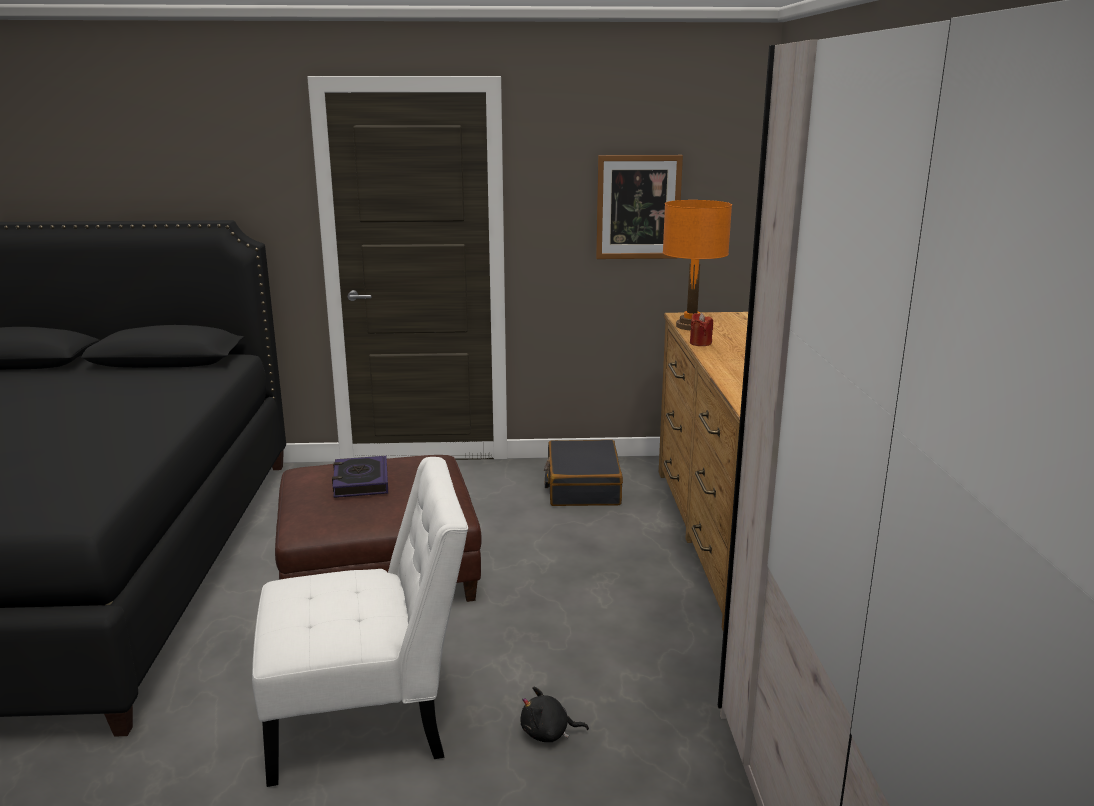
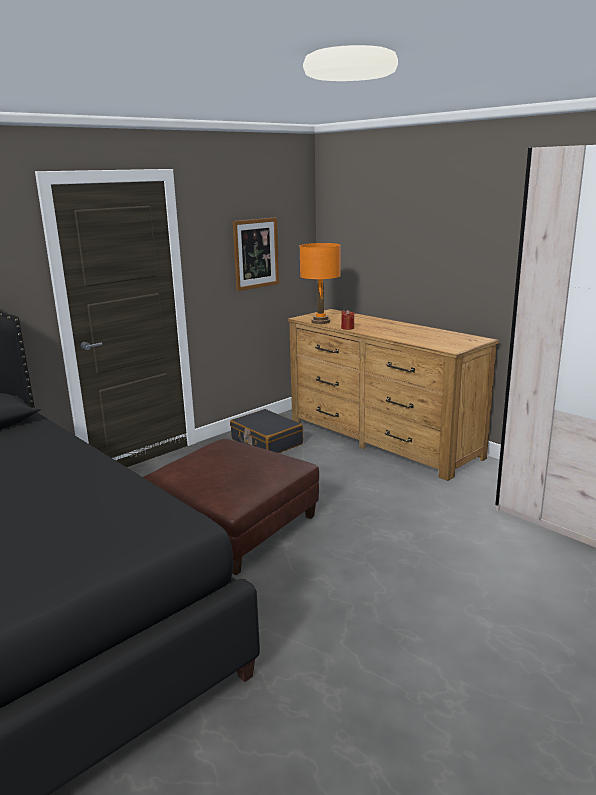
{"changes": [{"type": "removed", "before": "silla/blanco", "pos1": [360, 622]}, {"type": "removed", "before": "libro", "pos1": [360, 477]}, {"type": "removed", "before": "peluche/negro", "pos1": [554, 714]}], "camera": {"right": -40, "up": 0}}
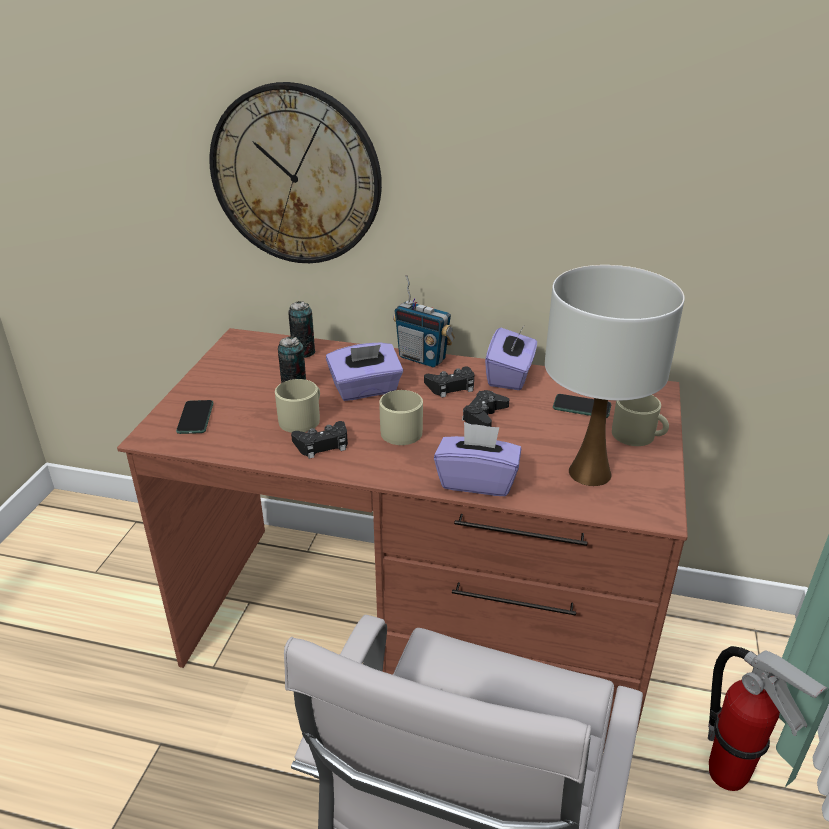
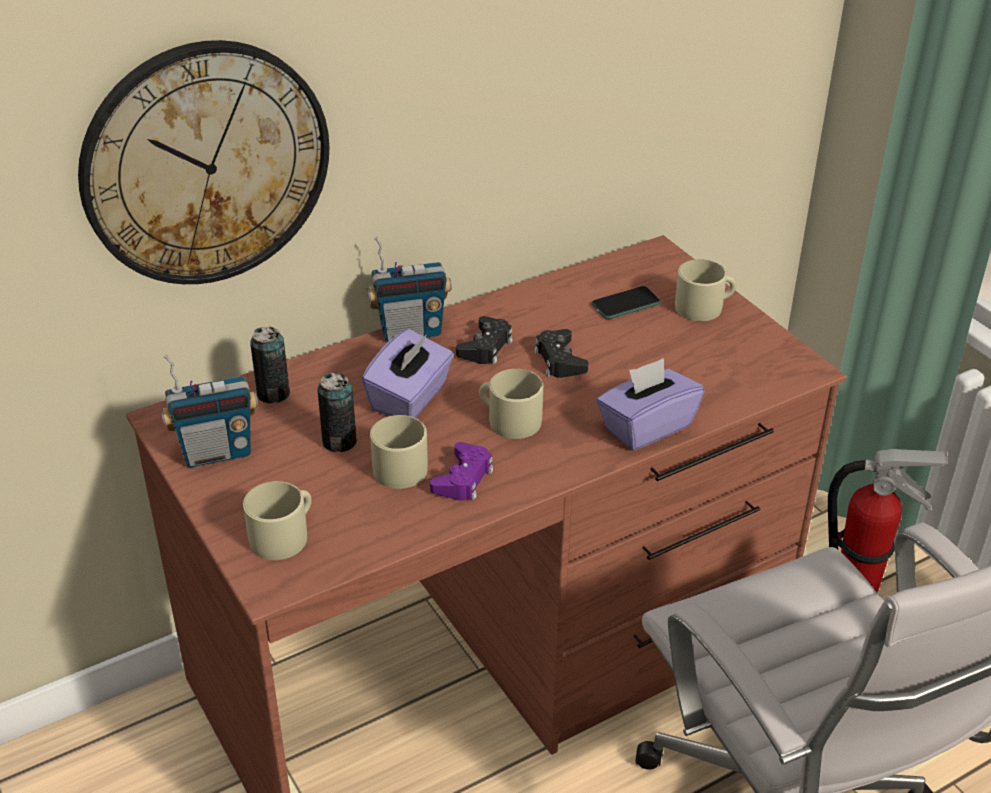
{"changes": [{"type": "removed", "before": "caja de pañuelos/morado", "pos1": [511, 358]}, {"type": "removed", "before": "lámpara de mesa/blanco", "pos1": [615, 375]}, {"type": "added", "after": "radio", "pos2": [209, 410]}, {"type": "replaced", "before": "móvil", "after": "taza grande/beis", "pos1": [194, 417], "pos2": [277, 520]}, {"type": "recoloured", "before": "mando de consola/negro", "after": "mando de consola/morado", "pos1": [319, 440], "pos2": [461, 471]}], "camera": {"right": -45, "up": 5}}
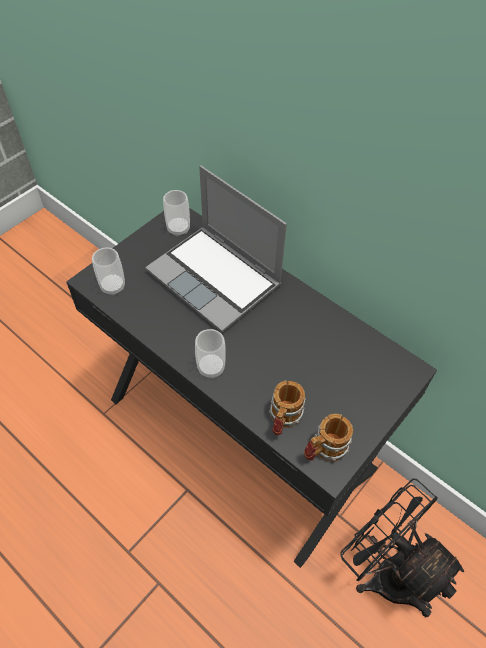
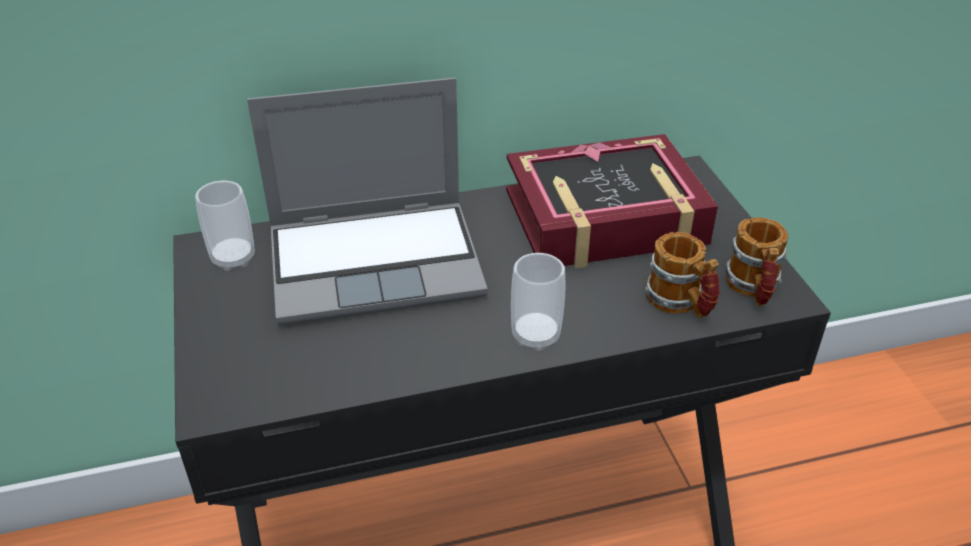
{"changes": [{"type": "removed", "before": "taza", "pos1": [108, 271]}, {"type": "removed", "before": "ventilador/negro", "pos1": [402, 548]}, {"type": "added", "after": "libro", "pos2": [612, 201]}], "camera": {"right": -55, "up": -15}}
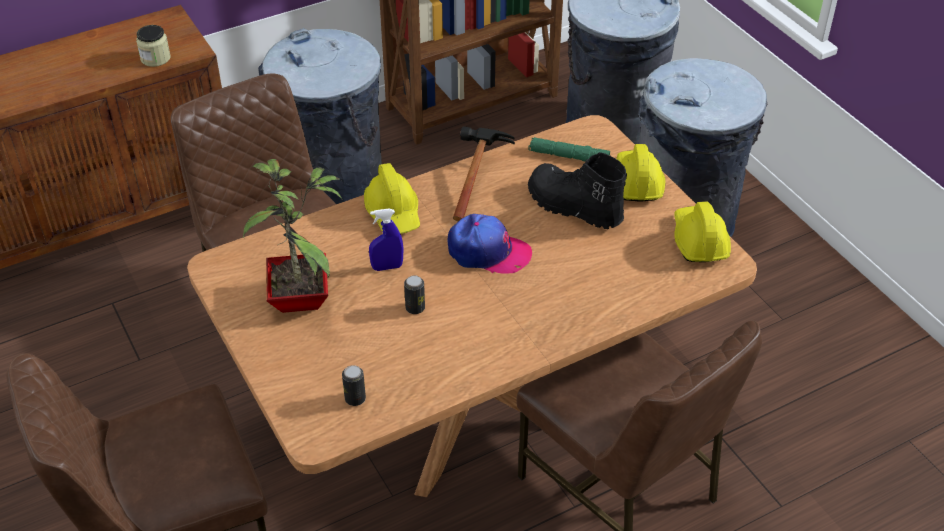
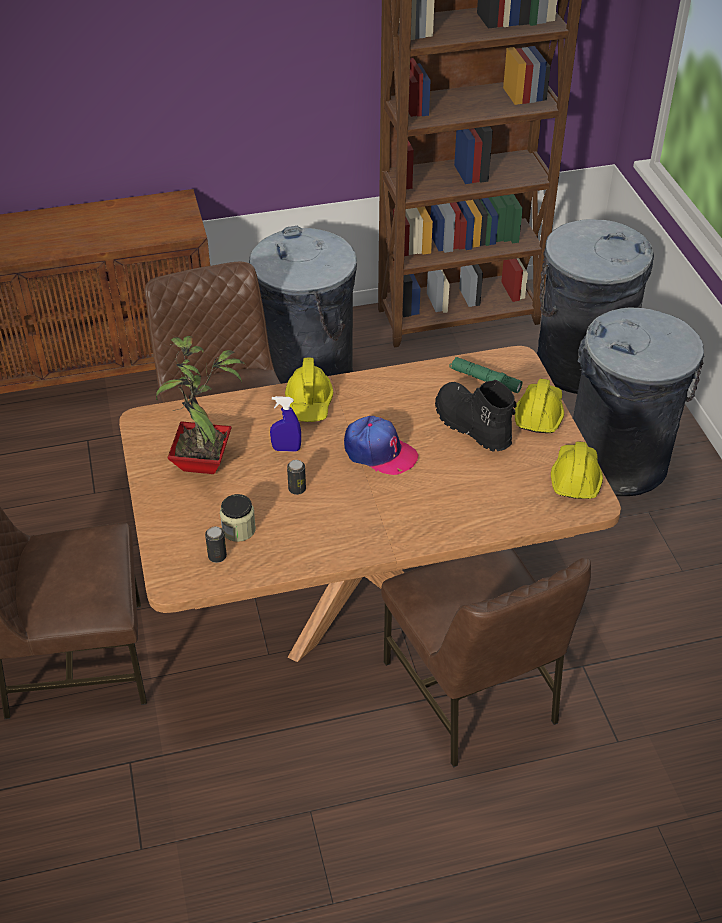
{"changes": [{"type": "removed", "before": "martillo", "pos1": [484, 174]}, {"type": "moved", "before": "tarro", "pos1": [153, 46], "pos2": [238, 518]}], "camera": {"right": 15, "up": 0}}
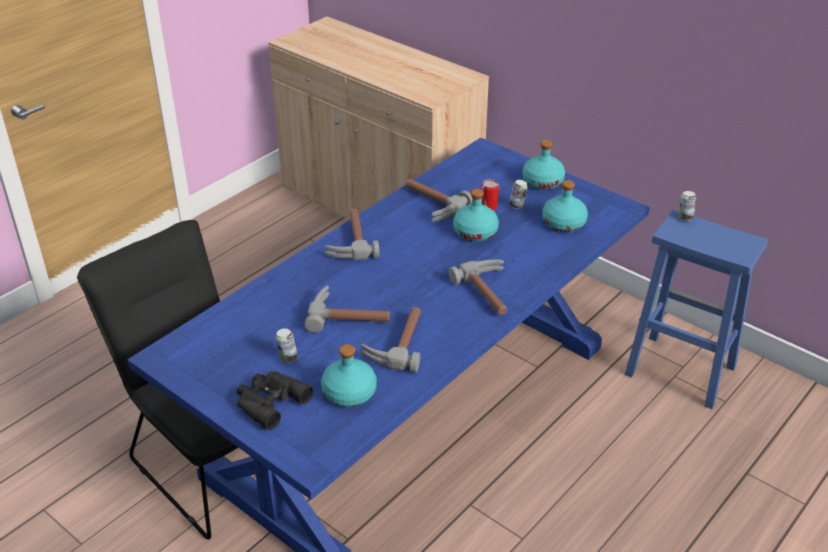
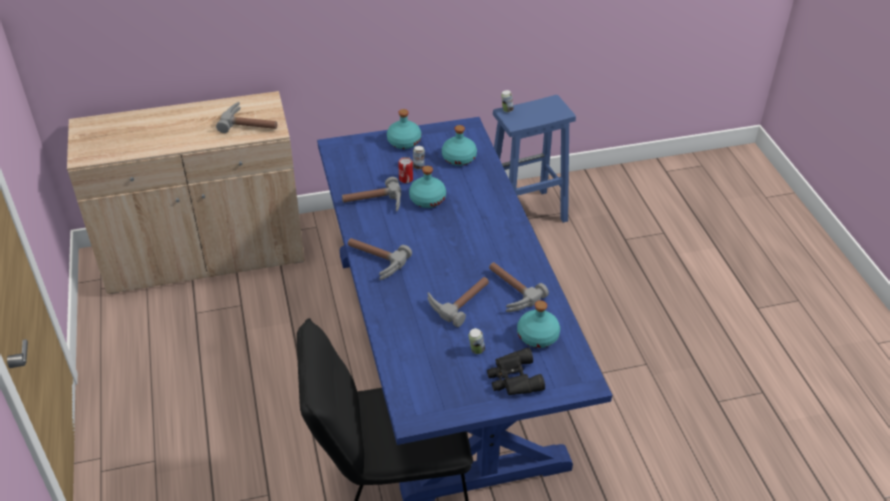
{"changes": [{"type": "moved", "before": "martillo", "pos1": [477, 287], "pos2": [246, 117]}], "camera": {"right": -55, "up": 5}}
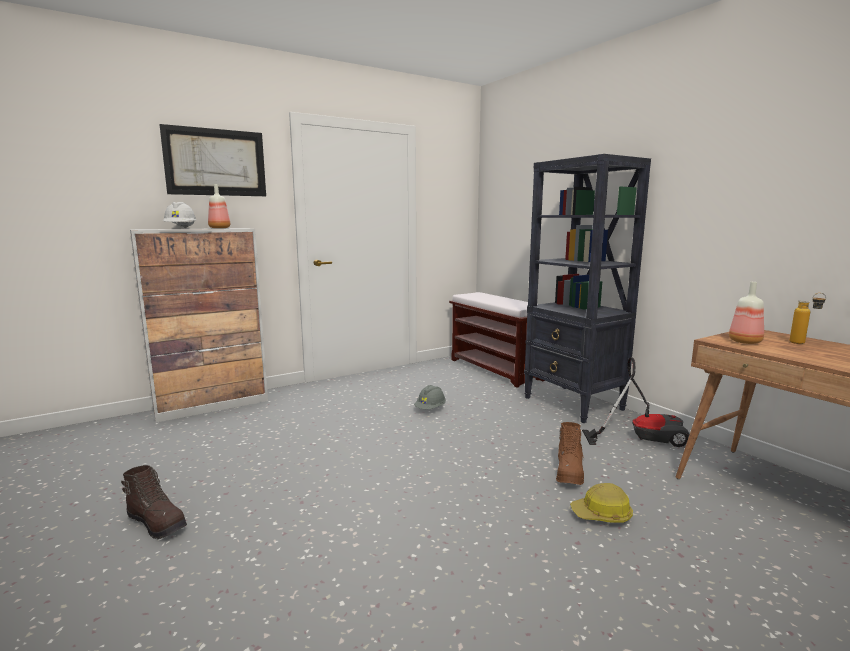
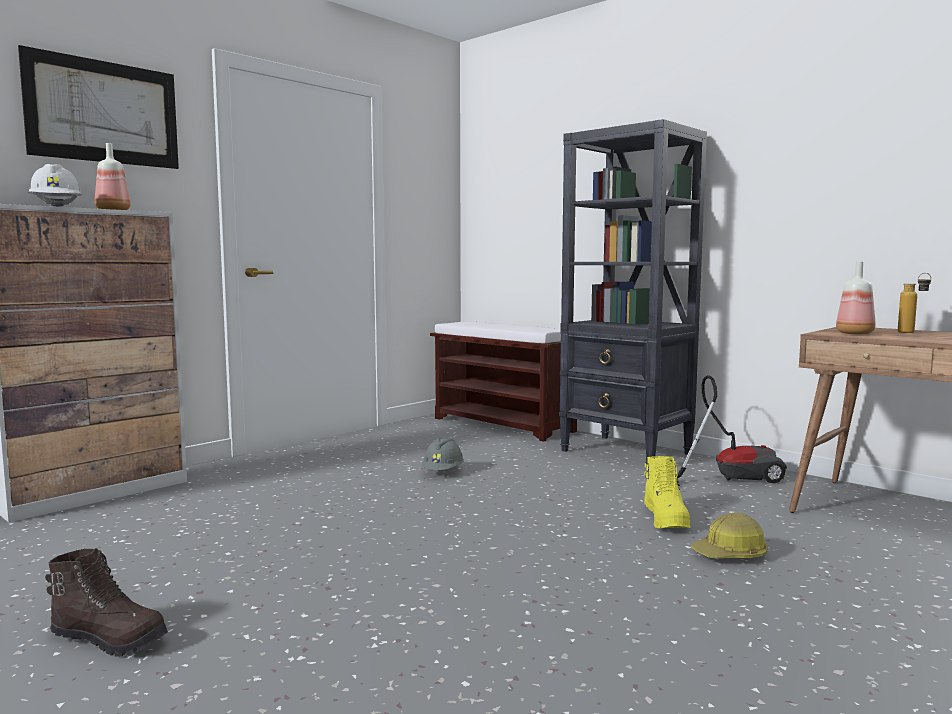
{"changes": [{"type": "recoloured", "before": "bota/marrón", "after": "bota/amarillo", "pos1": [570, 453], "pos2": [667, 492]}], "camera": {"right": -15, "up": -5}}
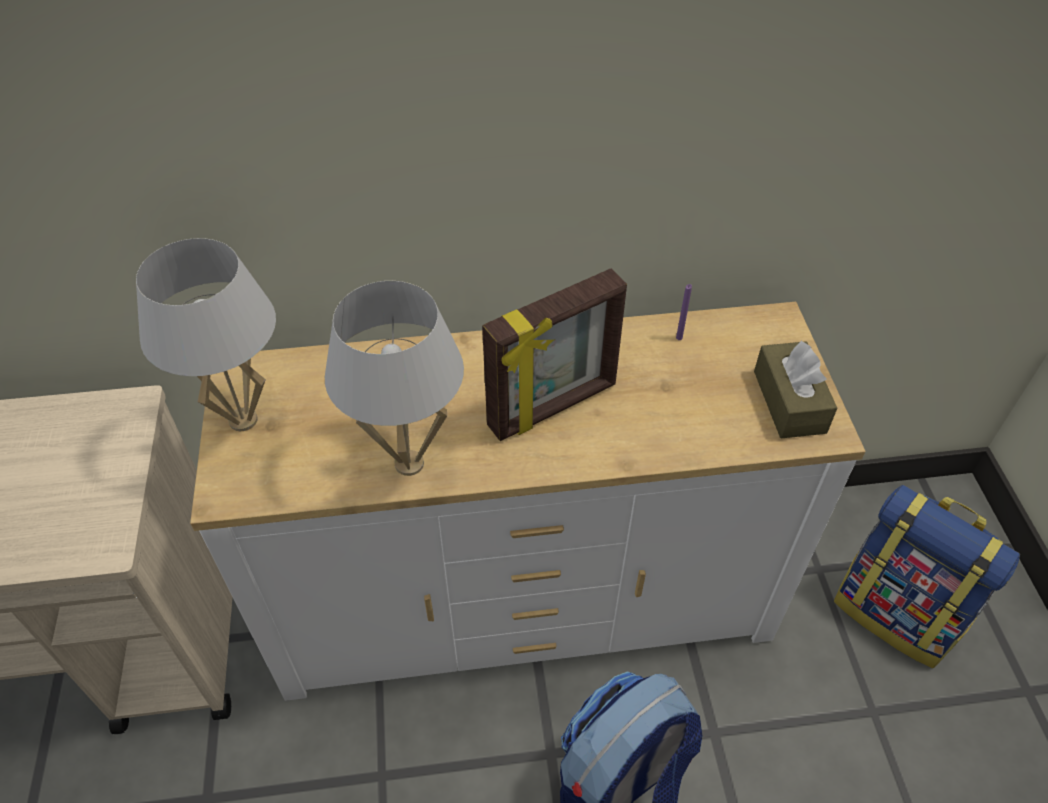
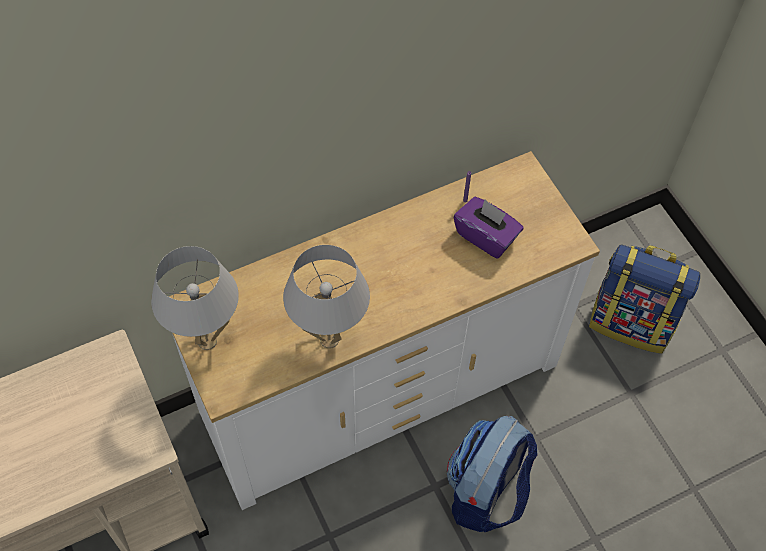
{"changes": [{"type": "removed", "before": "portarretratos", "pos1": [554, 355]}, {"type": "removed", "before": "caja de pañuelos/marrón", "pos1": [795, 389]}, {"type": "added", "after": "caja de pañuelos/morado", "pos2": [488, 228]}], "camera": {"right": -20, "up": 10}}
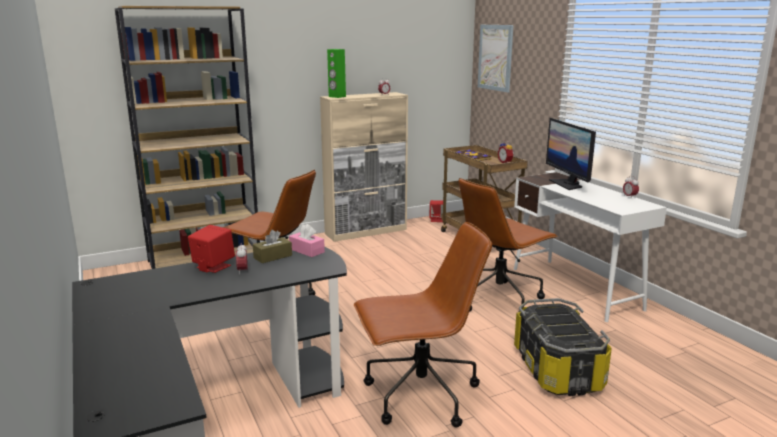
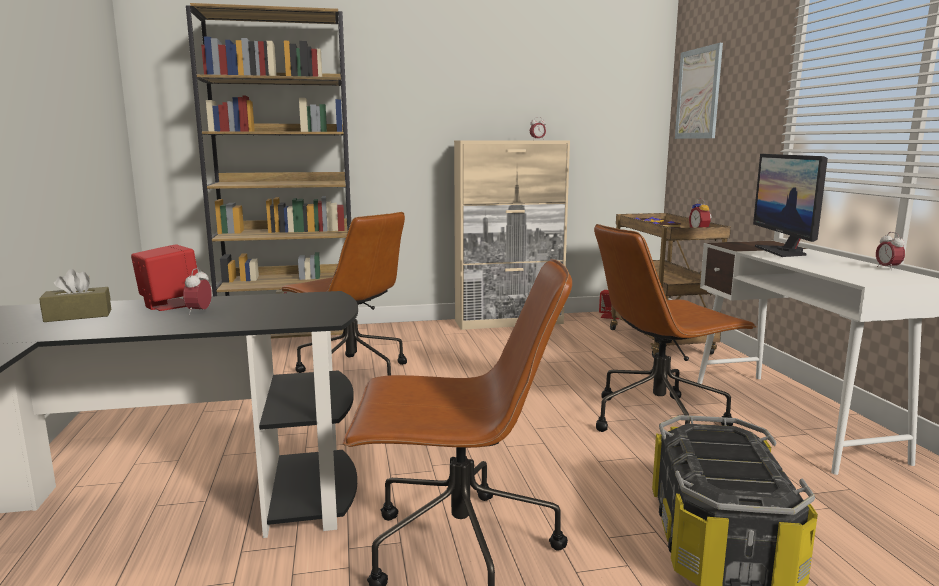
{"changes": [{"type": "removed", "before": "caja de pañuelos/rosa", "pos1": [307, 240]}, {"type": "removed", "before": "altavoz/verde", "pos1": [336, 73]}, {"type": "moved", "before": "caja de pañuelos/marrón", "pos1": [272, 246], "pos2": [75, 295]}], "camera": {"right": 15, "up": -5}}
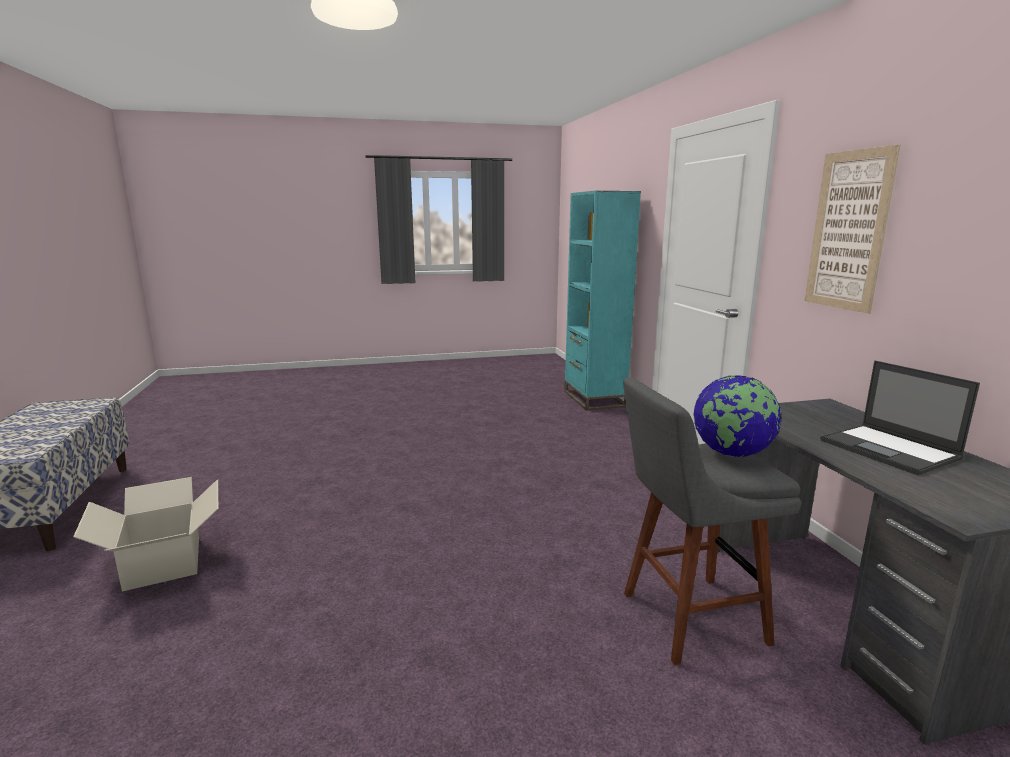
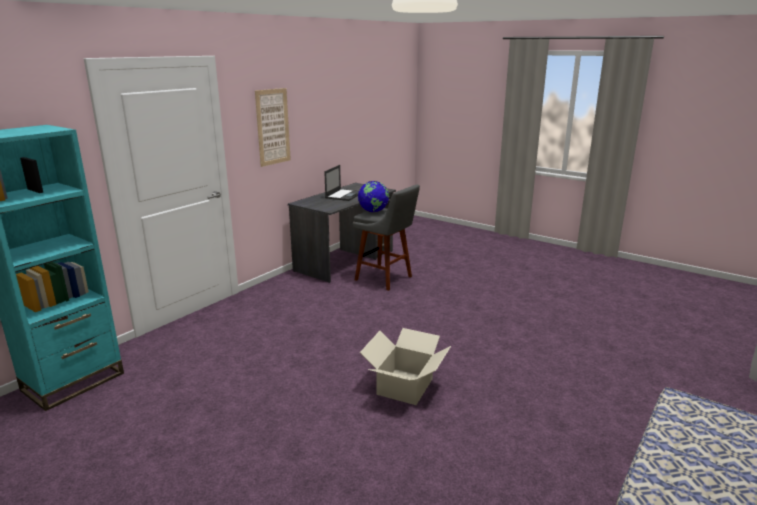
{"changes": [{"type": "moved", "before": "caja de cartón", "pos1": [145, 534], "pos2": [405, 366]}], "camera": {"right": -130, "up": 5}}
